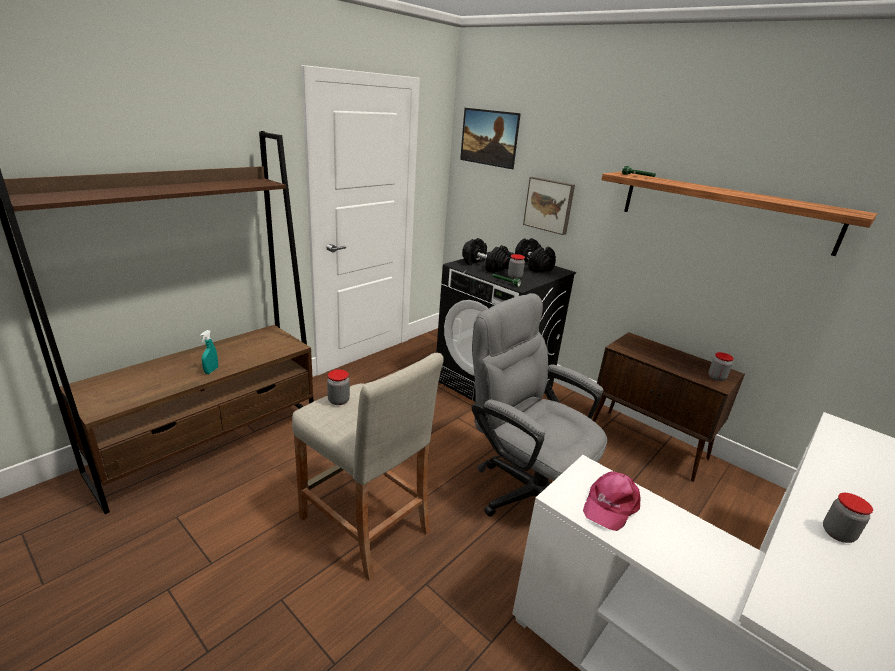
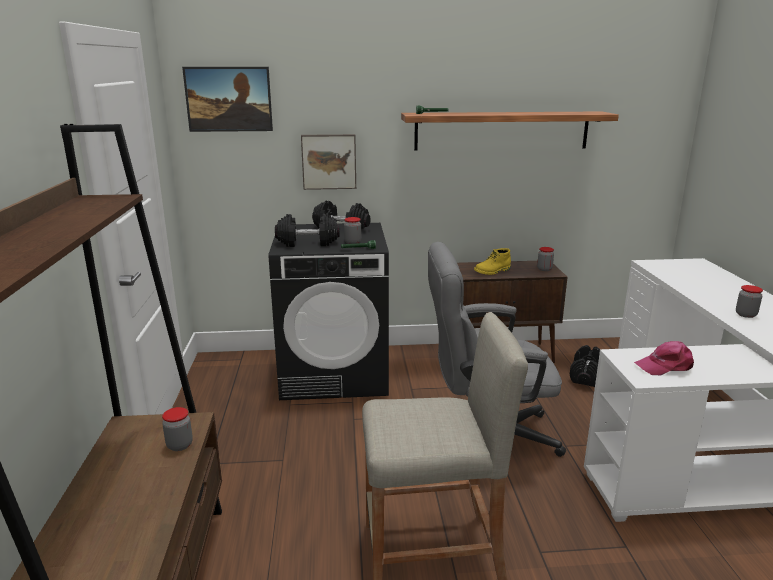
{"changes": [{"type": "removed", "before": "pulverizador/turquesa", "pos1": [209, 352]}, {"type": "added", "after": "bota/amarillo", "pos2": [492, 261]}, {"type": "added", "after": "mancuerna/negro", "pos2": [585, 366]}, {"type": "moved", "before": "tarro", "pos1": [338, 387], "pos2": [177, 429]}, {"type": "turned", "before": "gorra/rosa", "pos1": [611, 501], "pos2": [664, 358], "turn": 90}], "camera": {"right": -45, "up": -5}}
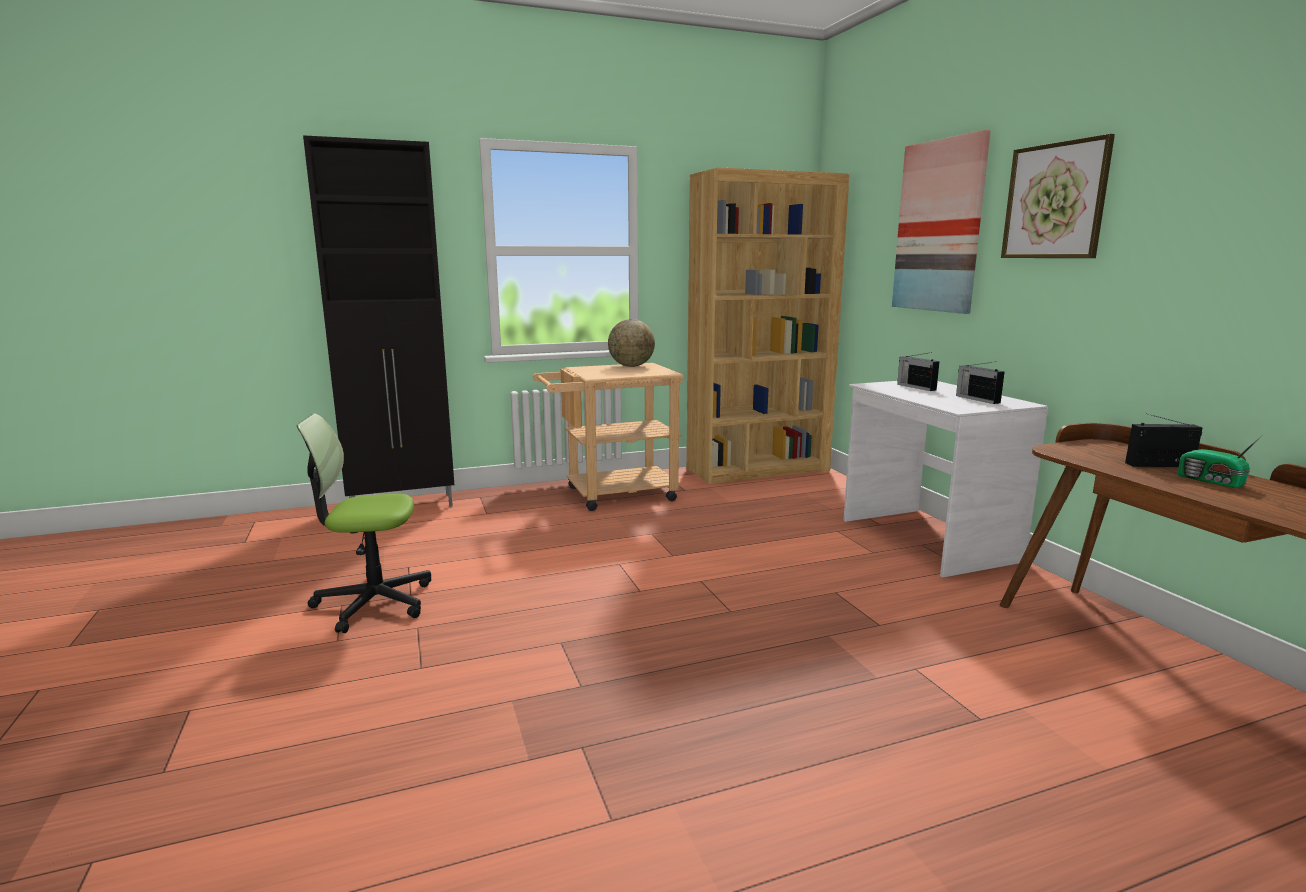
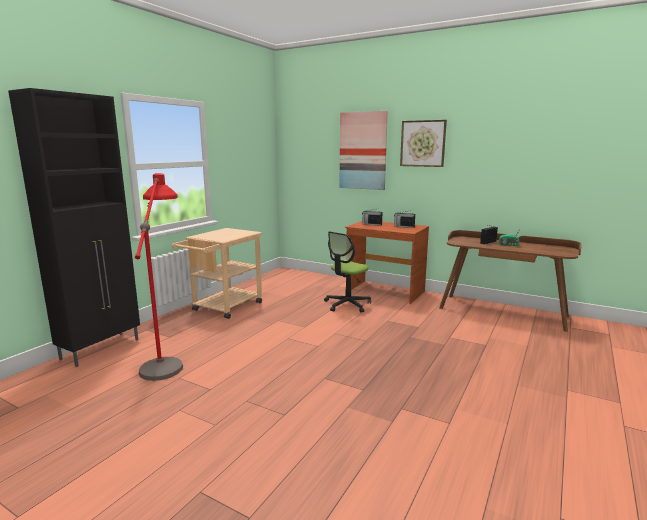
{"changes": [{"type": "removed", "before": "globo terráqueo", "pos1": [631, 343]}, {"type": "removed", "before": "estantería/marrón", "pos1": [767, 325]}, {"type": "added", "after": "lámpara de pie/rojo", "pos2": [159, 277]}, {"type": "moved", "before": "silla de oficina", "pos1": [364, 523], "pos2": [347, 272]}, {"type": "recoloured", "before": "escritorio/blanco", "after": "escritorio/marrón", "pos1": [945, 479], "pos2": [387, 262]}], "camera": {"right": -40, "up": 0}}
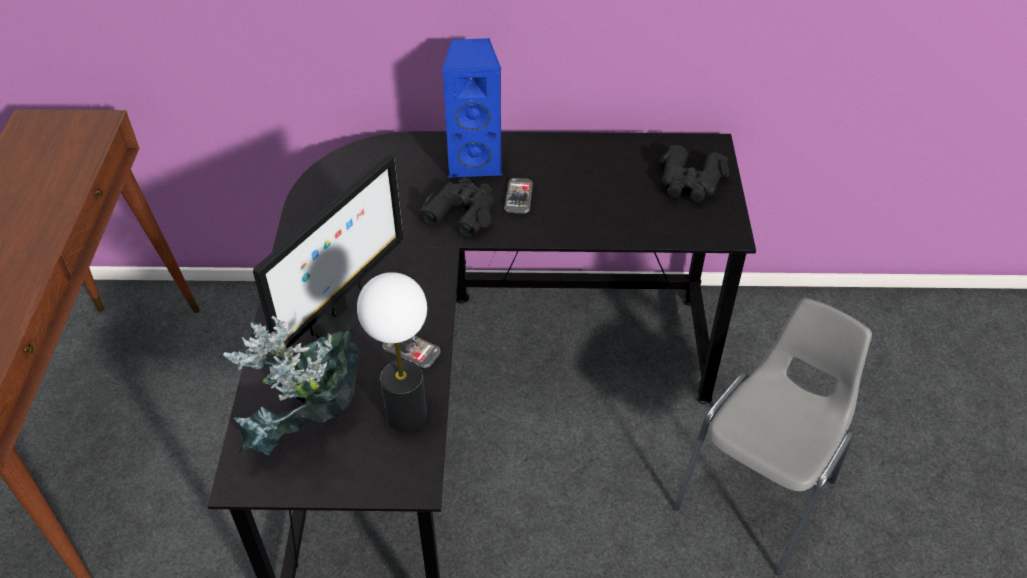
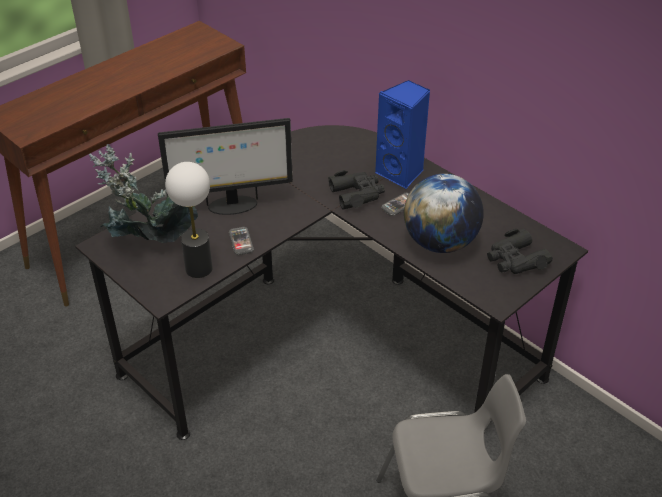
{"changes": [{"type": "added", "after": "globo terráqueo", "pos2": [444, 213]}], "camera": {"right": 45, "up": -5}}
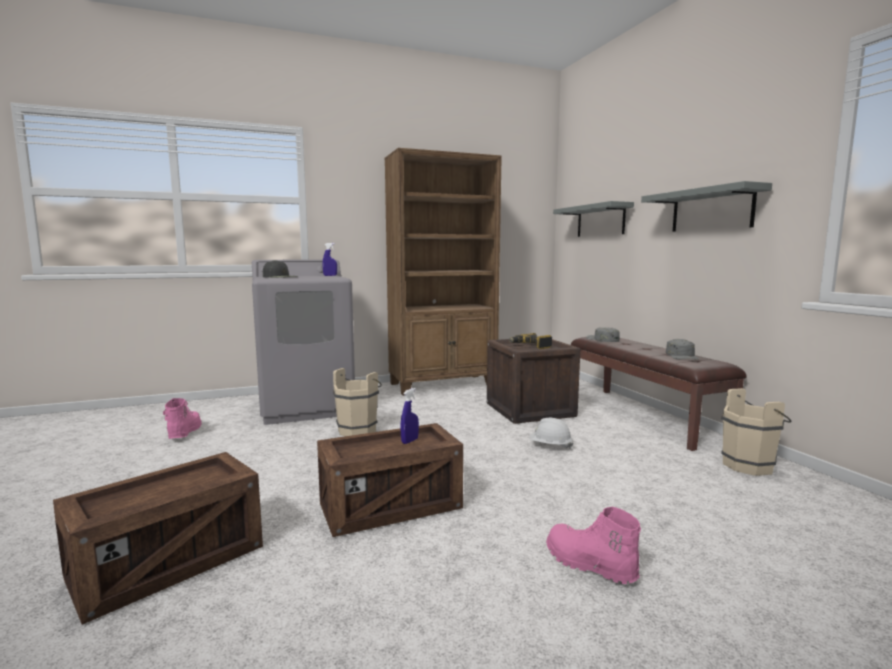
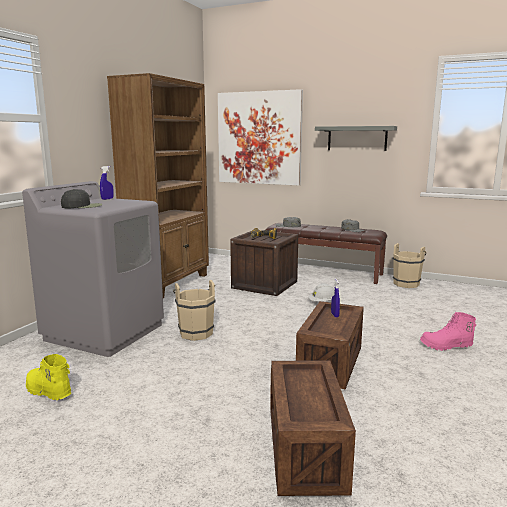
{"changes": [{"type": "replaced", "before": "estante/gris", "after": "cuadro", "pos1": [593, 219], "pos2": [260, 137]}, {"type": "recoloured", "before": "bota/rosa", "after": "bota/amarillo", "pos1": [182, 418], "pos2": [48, 377]}], "camera": {"right": -45, "up": 5}}
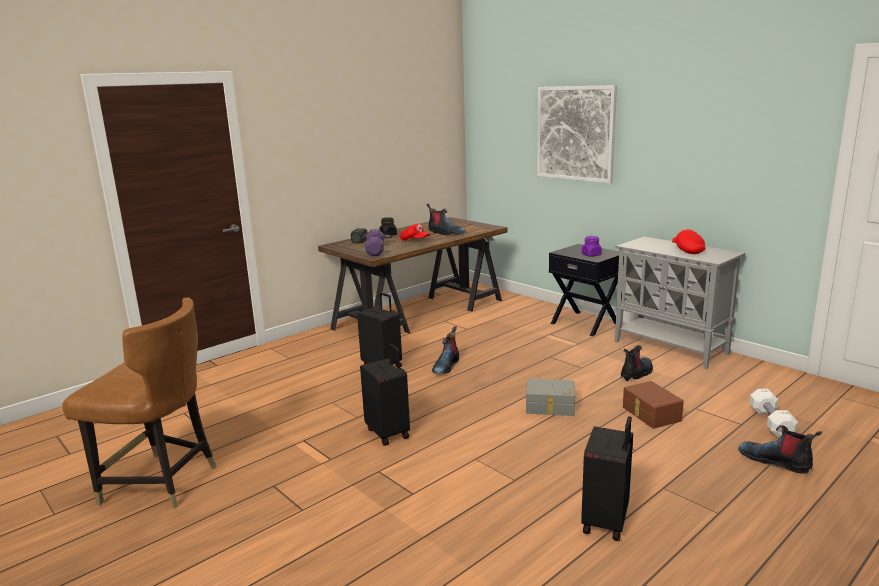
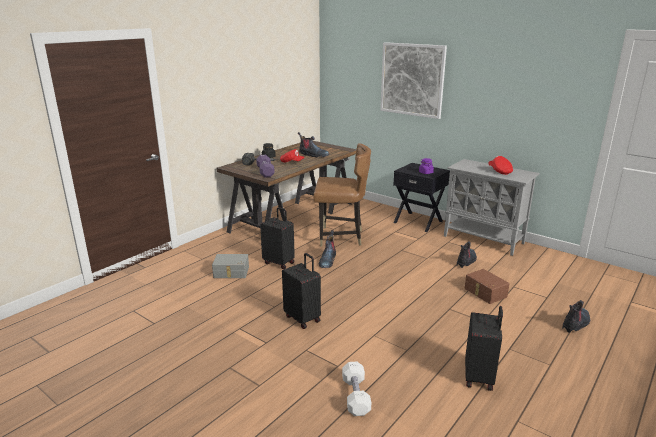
{"changes": [{"type": "moved", "before": "silla/marrón", "pos1": [139, 403], "pos2": [342, 194]}, {"type": "moved", "before": "caja de almacenaje/gris", "pos1": [550, 397], "pos2": [230, 266]}, {"type": "moved", "before": "mancuerna/blanco", "pos1": [773, 413], "pos2": [356, 389]}, {"type": "turned", "before": "bota", "pos1": [780, 449], "pos2": [576, 316], "turn": 105}], "camera": {"right": -10, "up": 5}}
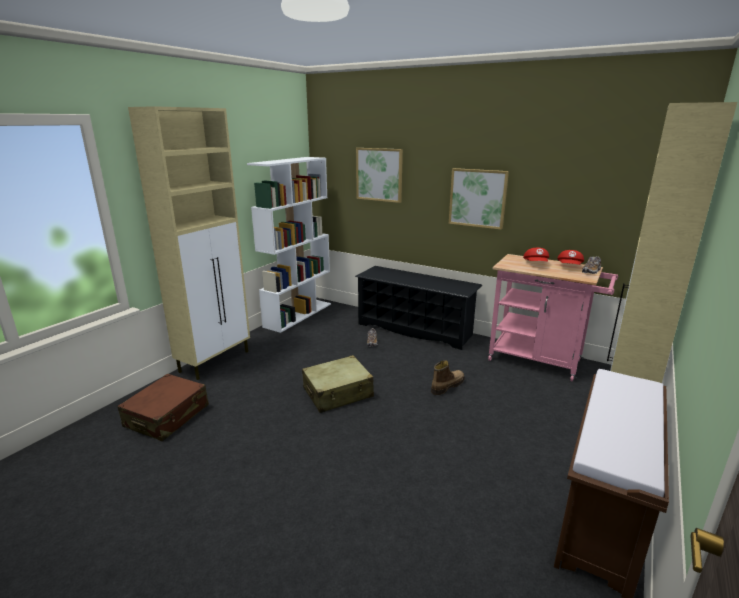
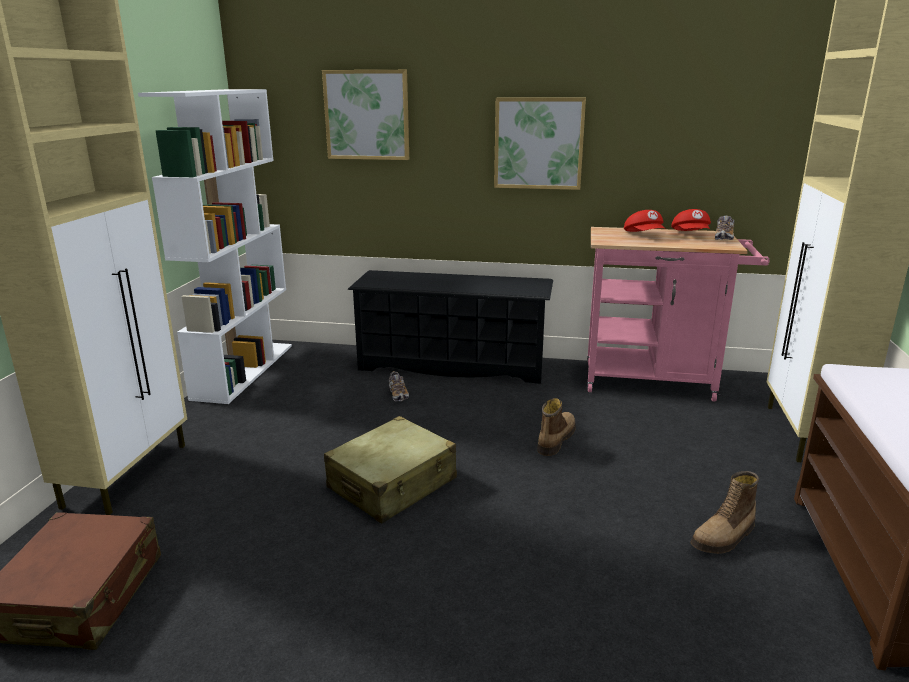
{"changes": [{"type": "added", "after": "bota", "pos2": [724, 512]}], "camera": {"right": -20, "up": 0}}
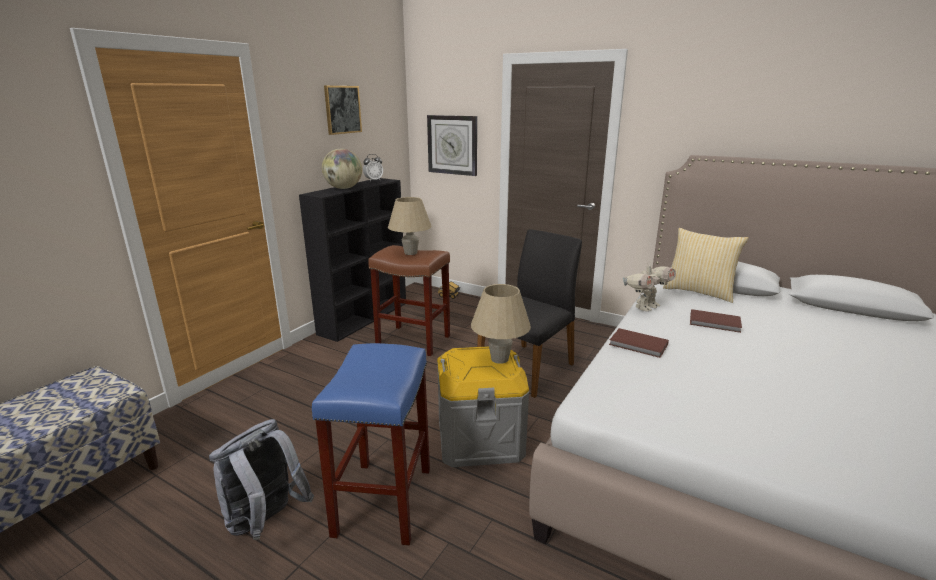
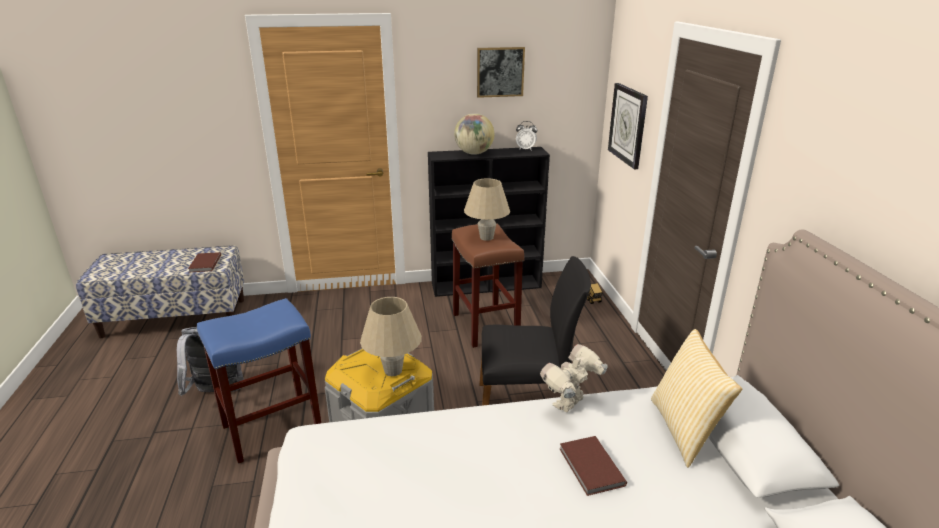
{"changes": [{"type": "moved", "before": "libro/marrón", "pos1": [639, 343], "pos2": [204, 262]}, {"type": "turned", "before": "robot de juguete", "pos1": [649, 287], "pos2": [574, 378], "turn": 120}], "camera": {"right": 50, "up": 5}}
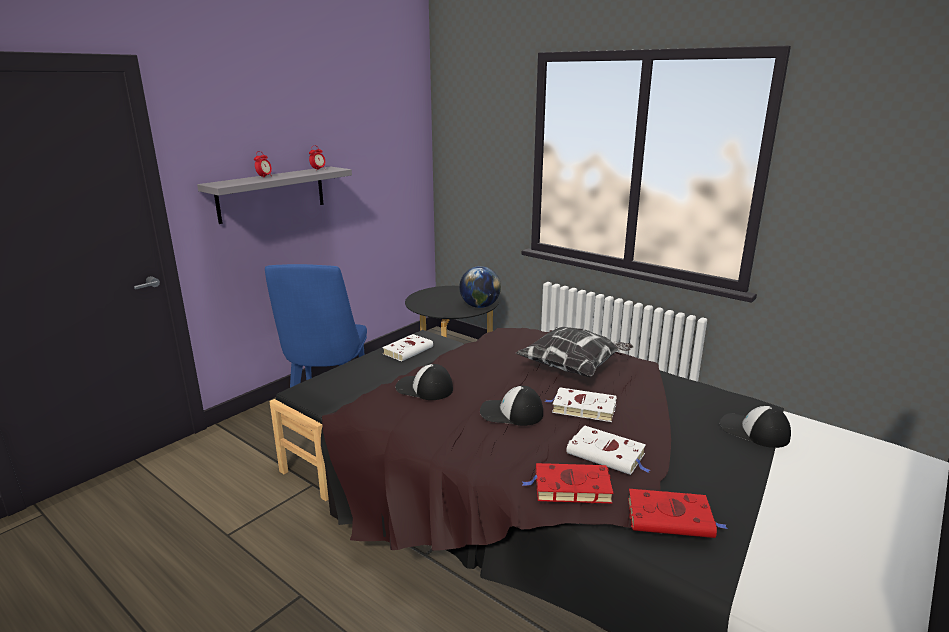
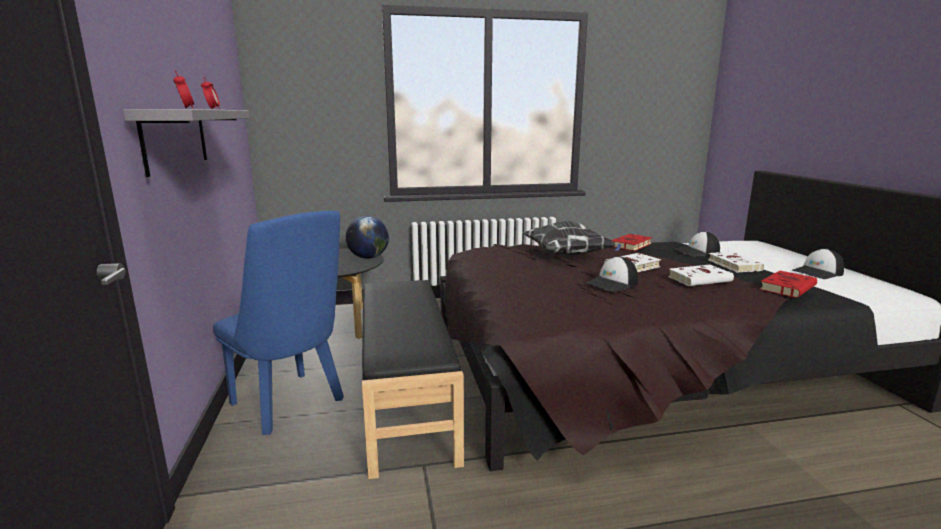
{"changes": [{"type": "moved", "before": "libro/blanco", "pos1": [407, 347], "pos2": [736, 262]}, {"type": "moved", "before": "gorra", "pos1": [424, 382], "pos2": [818, 264]}, {"type": "moved", "before": "libro/rojo", "pos1": [568, 483], "pos2": [631, 242]}], "camera": {"right": -50, "up": -5}}
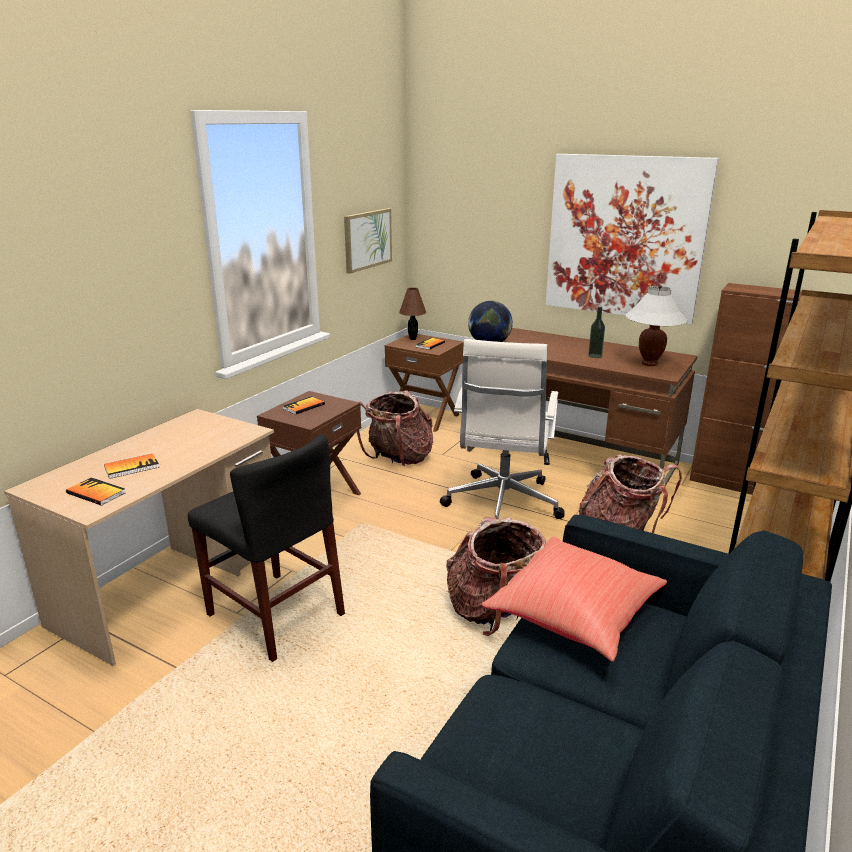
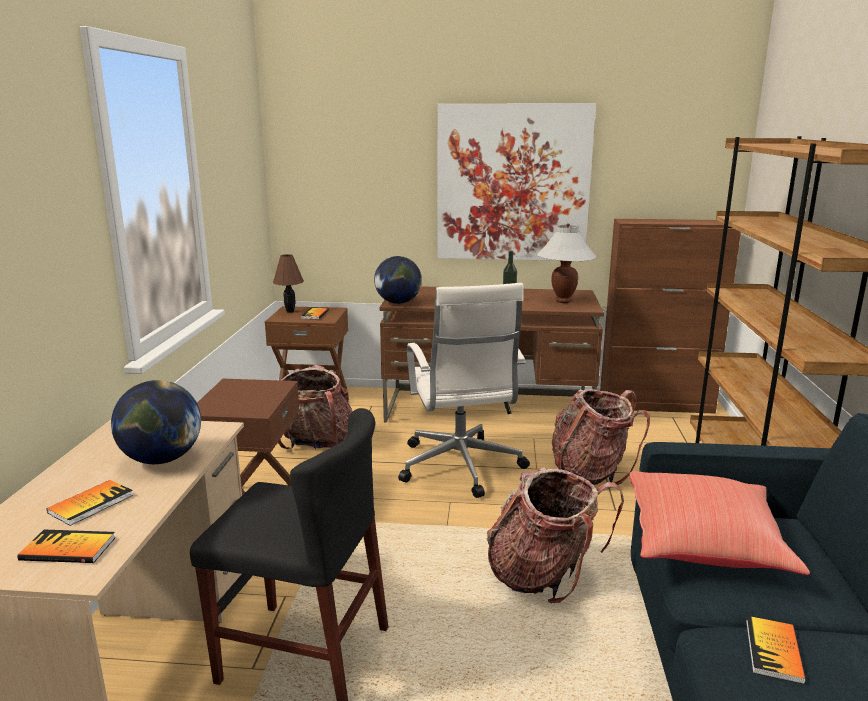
{"changes": [{"type": "removed", "before": "cuadro", "pos1": [368, 241]}, {"type": "added", "after": "globo terráqueo", "pos2": [156, 422]}, {"type": "moved", "before": "libro", "pos1": [304, 405], "pos2": [776, 650]}], "camera": {"right": -25, "up": -5}}
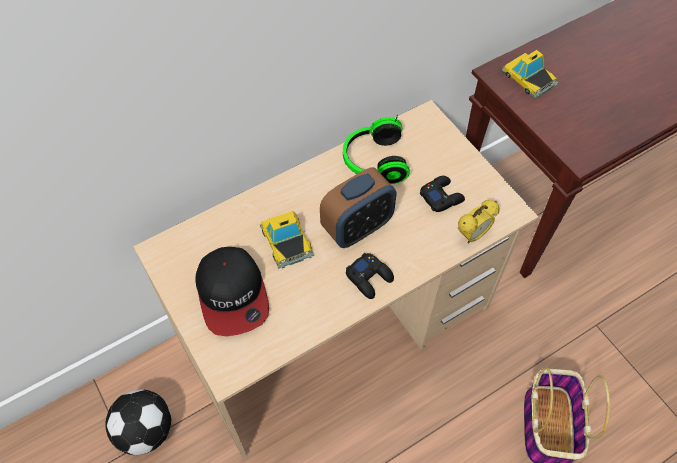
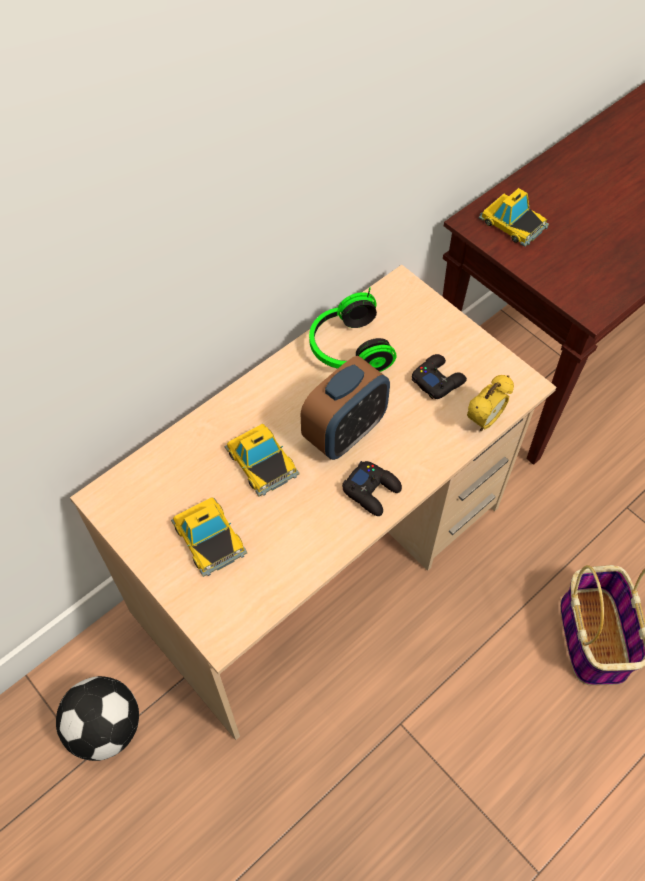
{"changes": [{"type": "replaced", "before": "gorra", "after": "coche de juguete", "pos1": [232, 291], "pos2": [209, 537]}], "camera": {"right": -10, "up": 0}}
